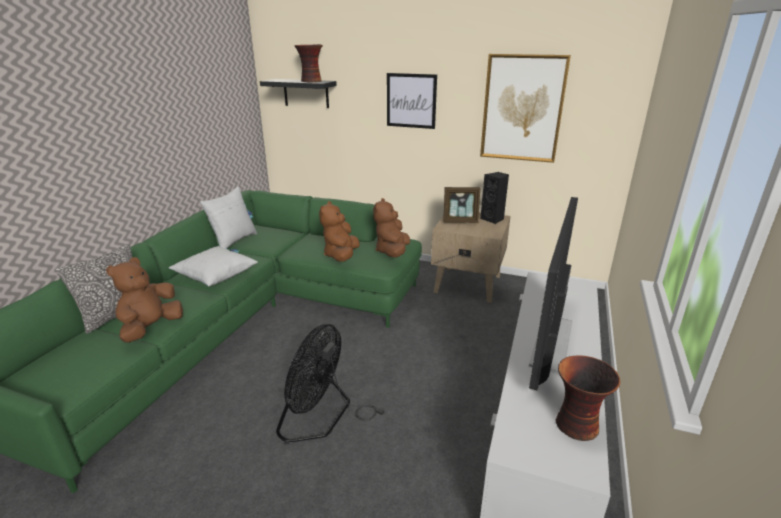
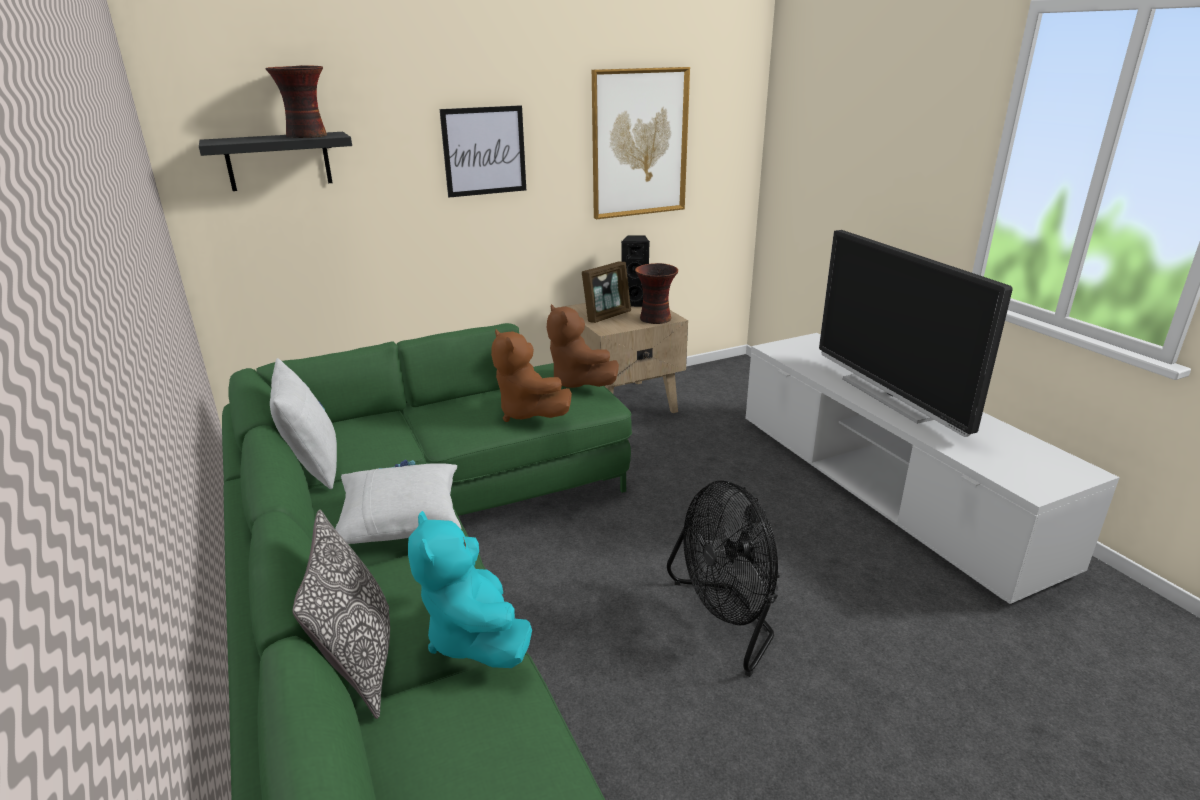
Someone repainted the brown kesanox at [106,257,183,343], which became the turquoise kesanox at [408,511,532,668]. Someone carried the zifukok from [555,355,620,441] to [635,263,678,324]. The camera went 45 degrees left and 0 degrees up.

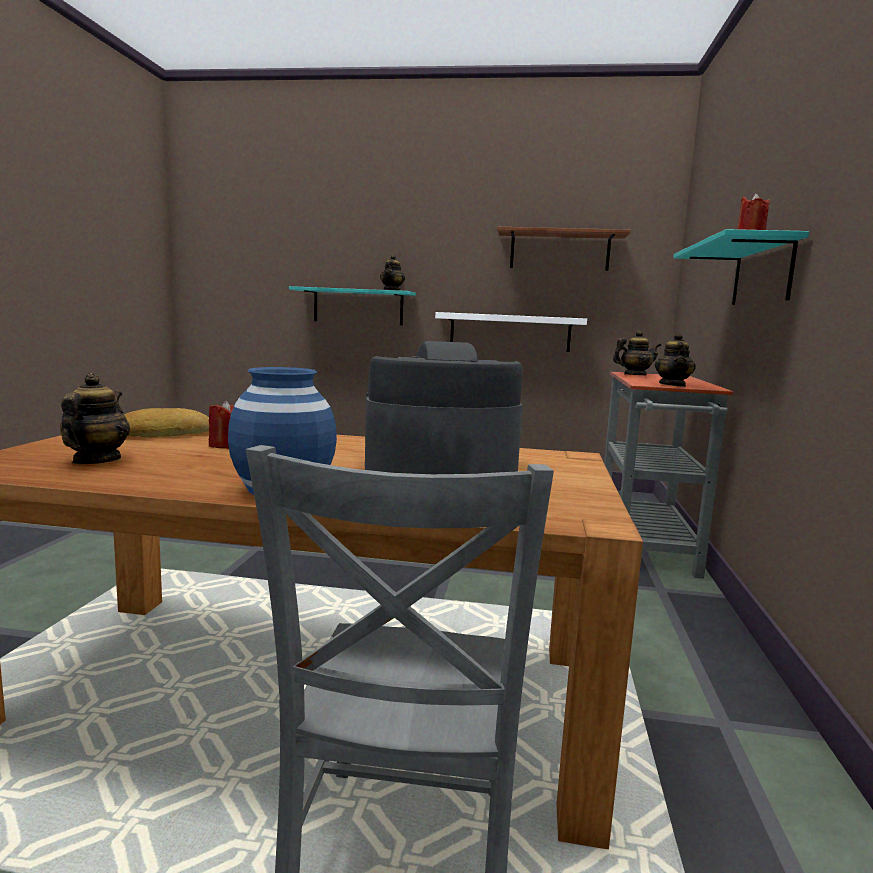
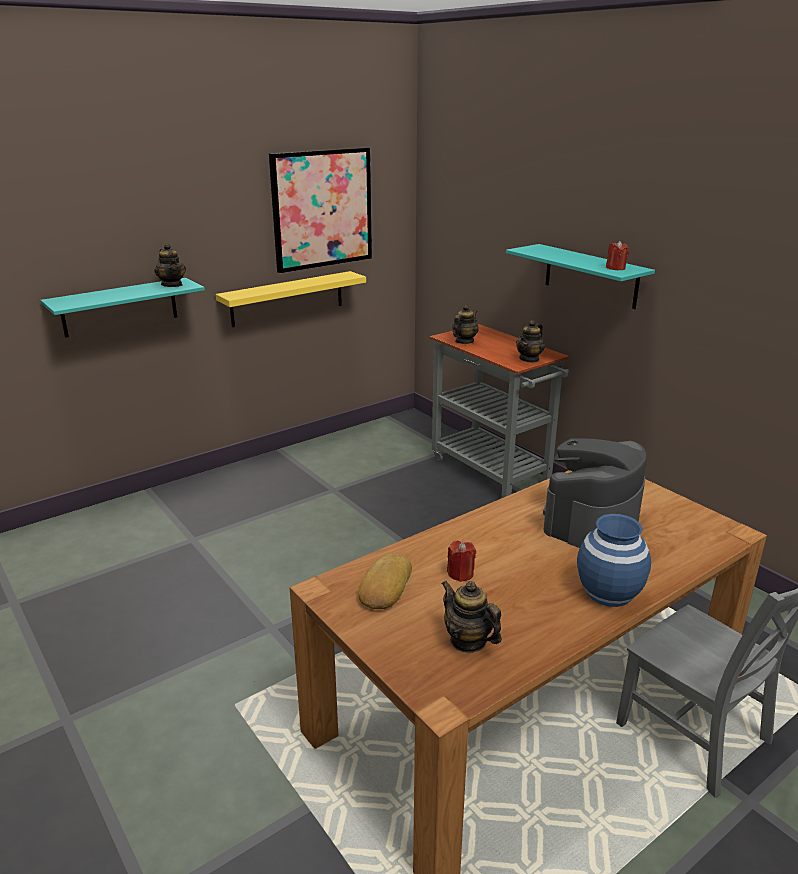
Someone swapped the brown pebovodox at [497,227,631,271] for the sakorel at [269,147,372,273]. Someone repainted the white pebovodox at [435,312,587,352], which became the yellow pebovodox at [216,271,366,327]. Someone rotated the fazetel at [655,333,696,387] by 75 degrees clockwise. The camera went 45 degrees left and 15 degrees up.

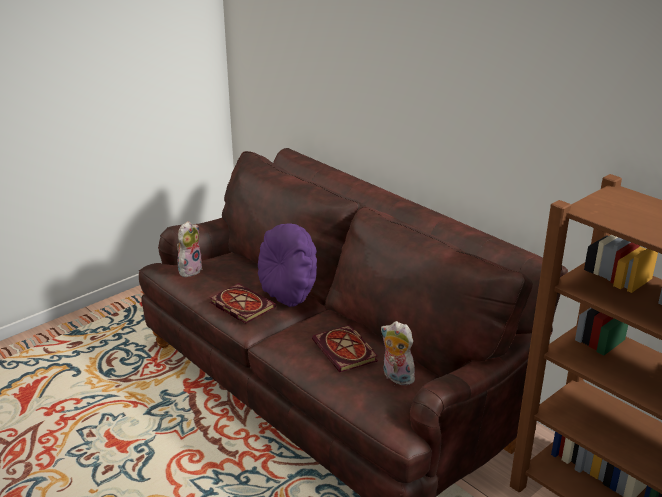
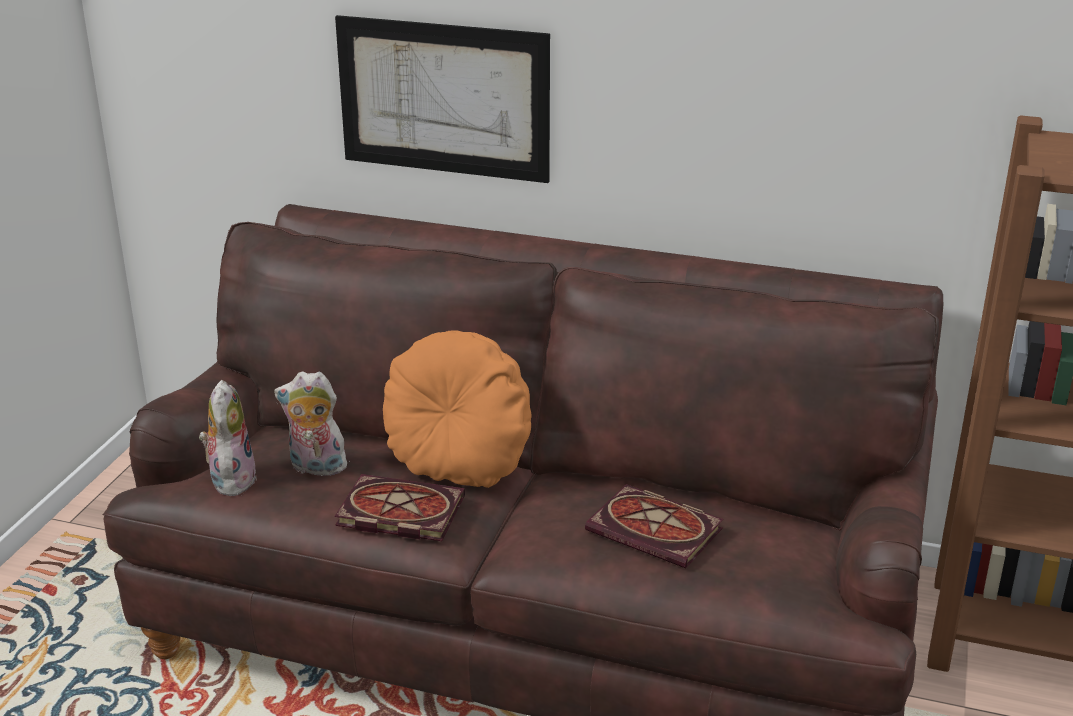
Someone repainted the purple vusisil at [258,223,317,307], which became the orange vusisil at [383,330,532,488]. Someone carried the kesanox from [381,321,415,386] to [274,371,353,476]. Someone put up the sakorel at [335,15,550,183]. The camera went 30 degrees left and 0 degrees up.

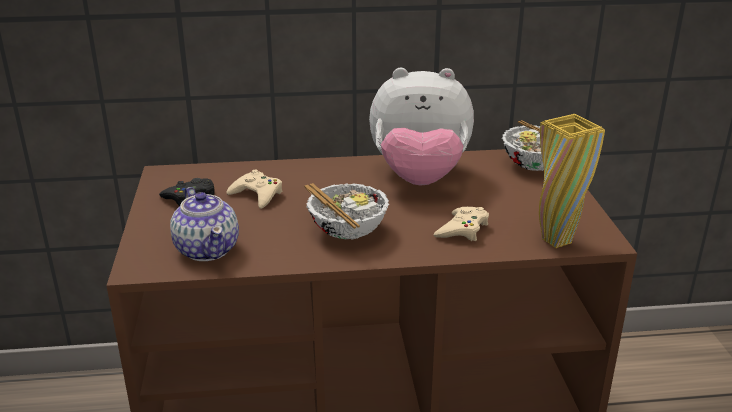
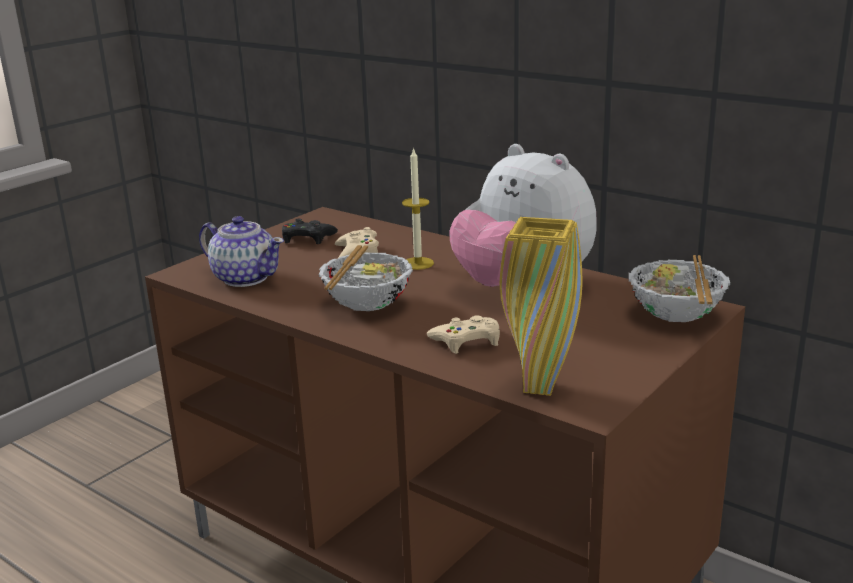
Someone rotated the fazetel at [170,187,239,261] by 75 degrees counterclockwise. Someone put down the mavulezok at [402,147,434,270]. The camera went 45 degrees right and 5 degrees down.

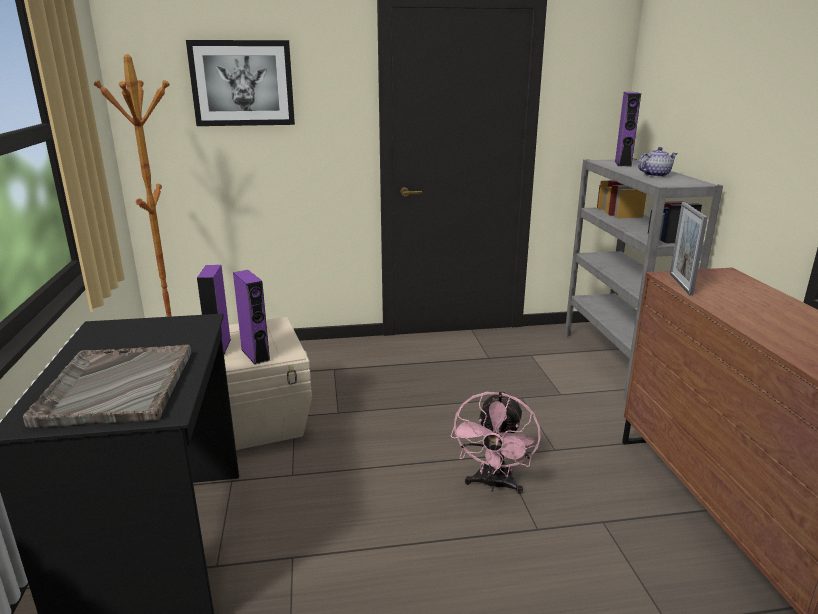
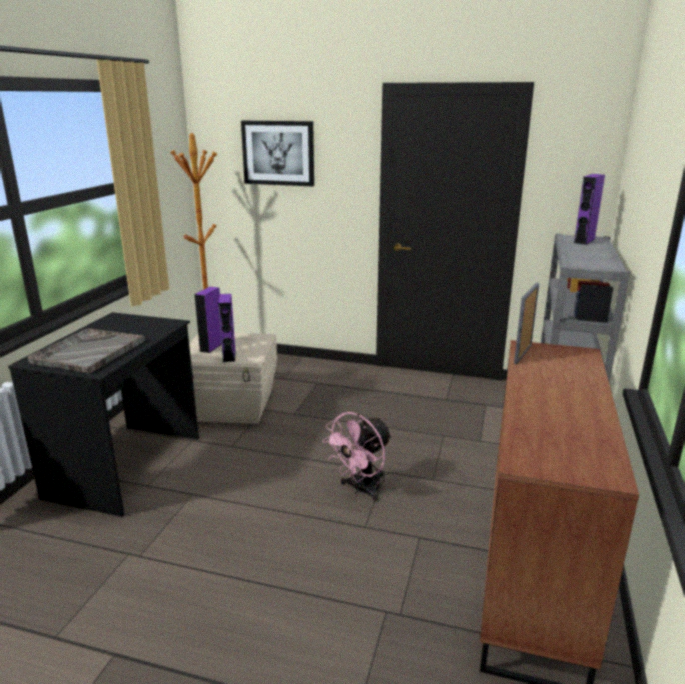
Someone took away the fazetel at [638,147,678,177]. The camera went 25 degrees right and 0 degrees up.

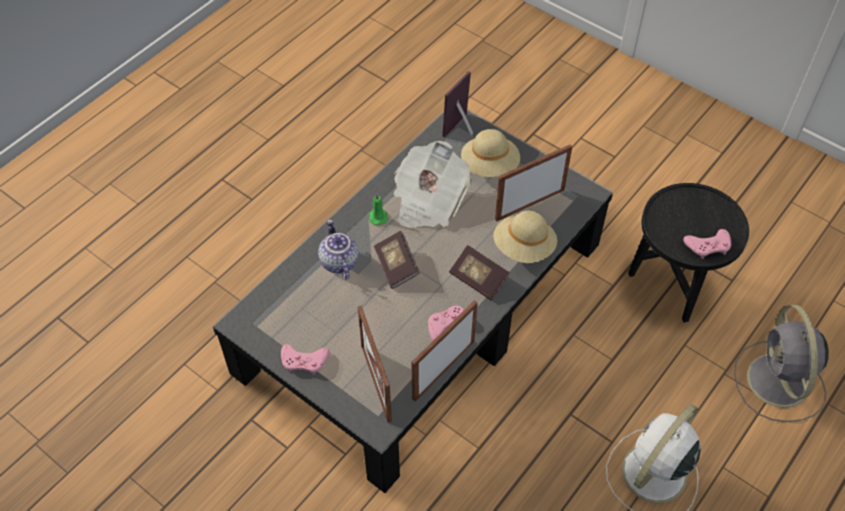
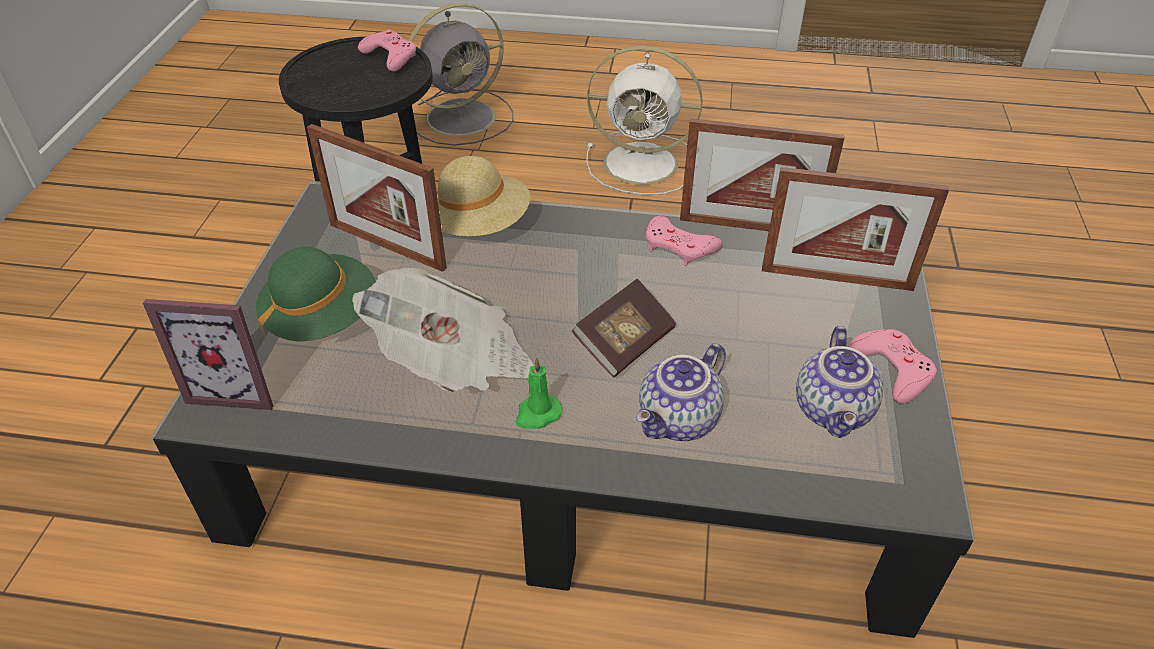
Someone repainted the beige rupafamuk at [461,129,520,177], which became the green rupafamuk at [256,247,376,341]. Someone took away the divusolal at [449,245,510,300]. Someone rotated the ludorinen at [358,306,392,423] by 60 degrees clockwise. Someone put down the fazetel at [796,326,883,438]. The camera went 120 degrees left and 10 degrees down.

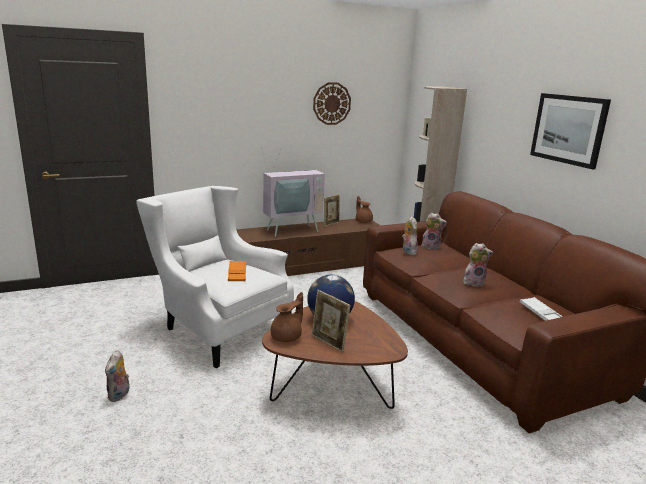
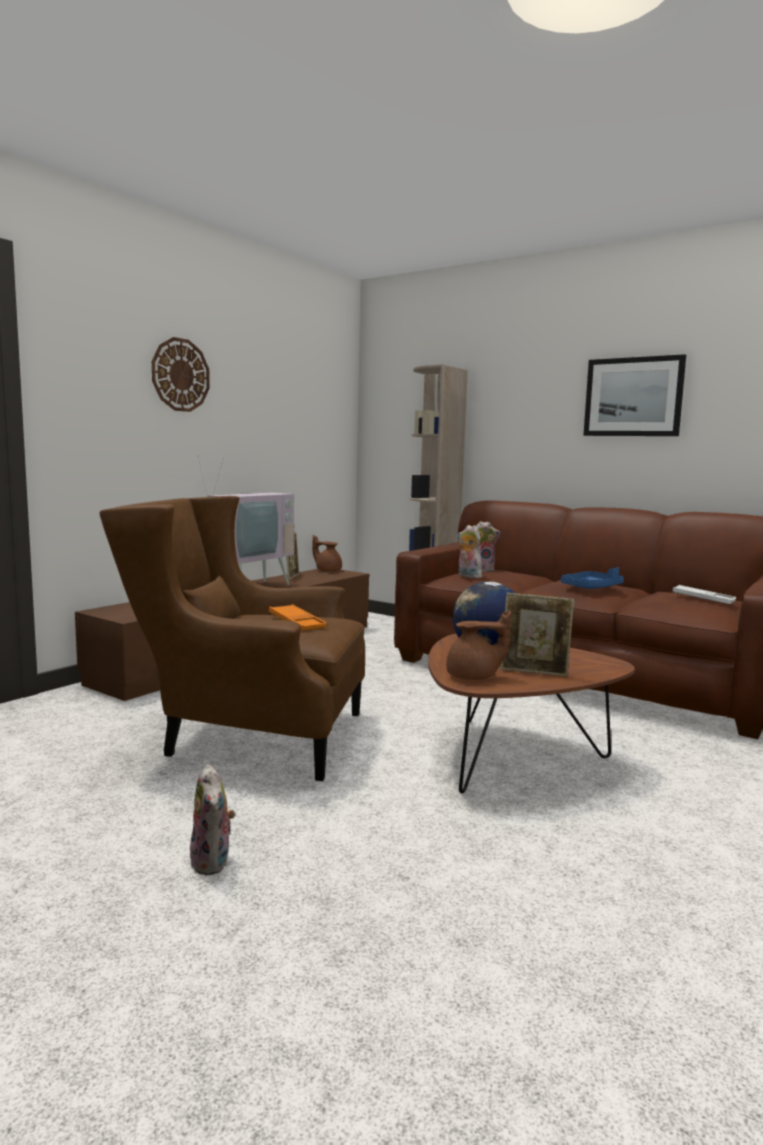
Someone carried the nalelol from [313,82,351,125] to [152,337,210,412]. Someone repainted the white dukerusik at [136,186,294,368], which became the brown dukerusik at [99,496,365,781]. Someone swapped the kesanox at [463,243,493,287] for the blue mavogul at [561,567,624,589]. Someone rotated the brown fazetel at [271,292,303,342] by 75 degrees clockwise. The camera went 30 degrees left and 10 degrees down.

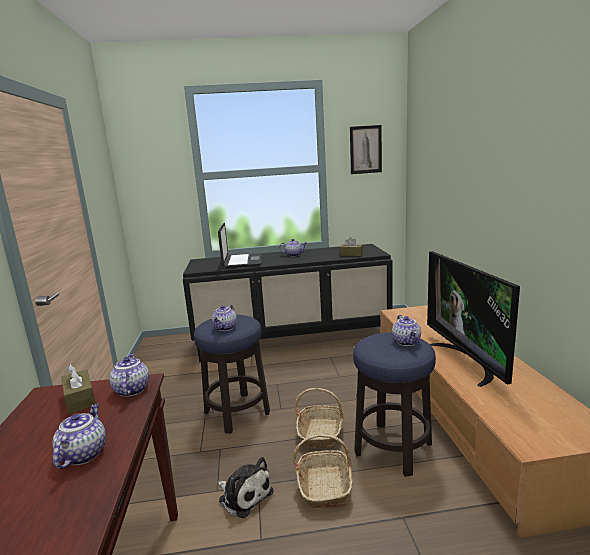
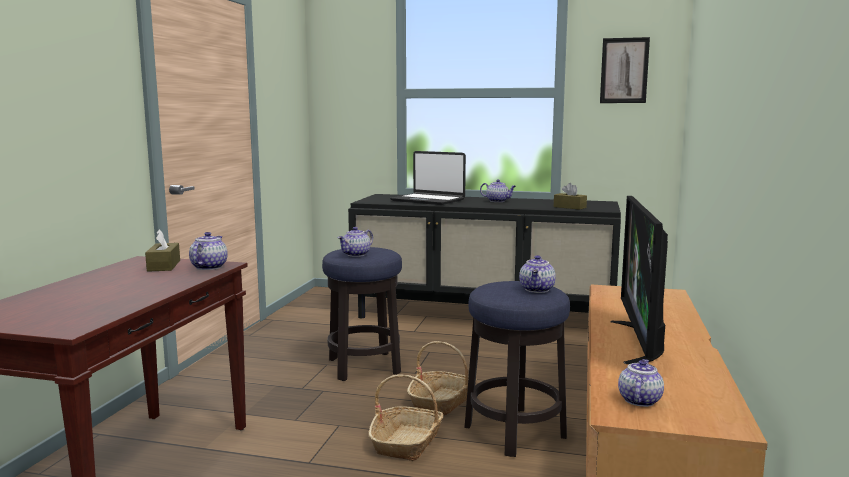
Someone rotated the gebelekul at [218,223,262,268] by 105 degrees clockwise. Someone carried the fazetel from [52,404,106,469] to [618,359,664,407]. Someone took away the kesanox at [218,457,274,518]. The camera went 20 degrees right and 5 degrees down.

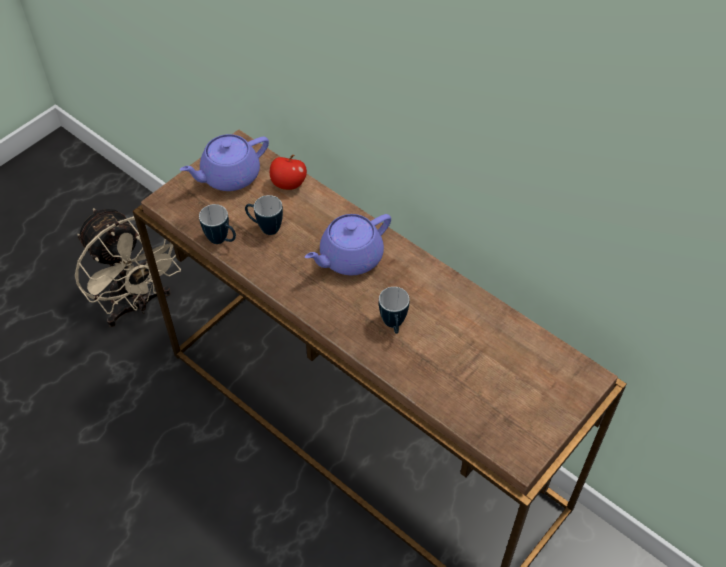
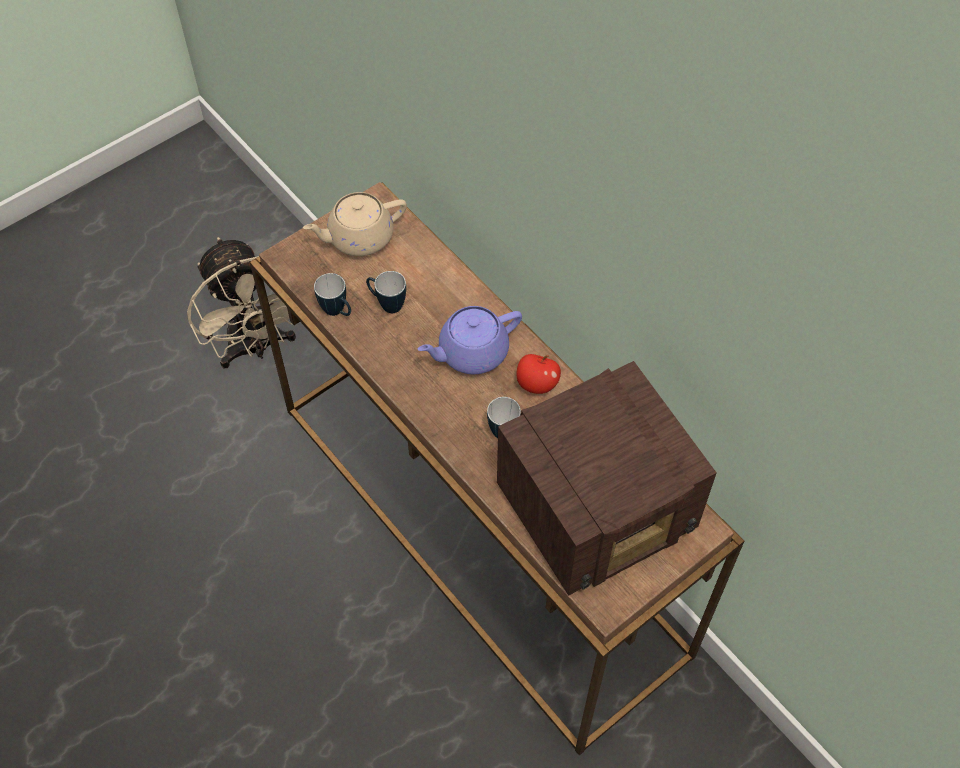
Someone repainted the purple fazetel at [180,134,269,191], which became the beige fazetel at [303,192,407,256]. Someone carried the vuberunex from [270,155,307,190] to [516,354,561,394]. Someone put down the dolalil at [497,361,717,596]. The camera went 10 degrees right and 5 degrees up.

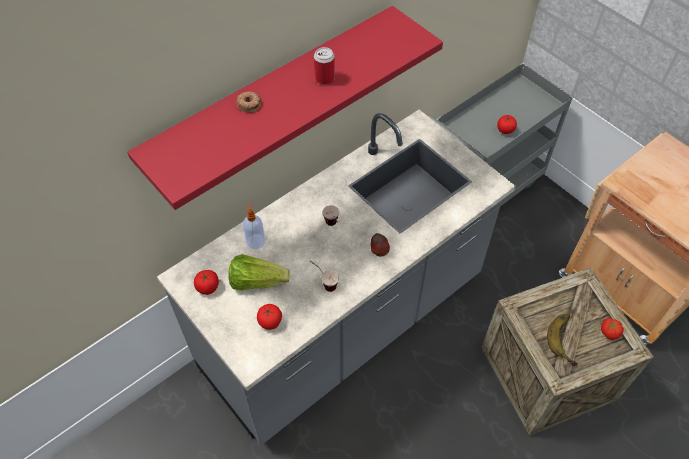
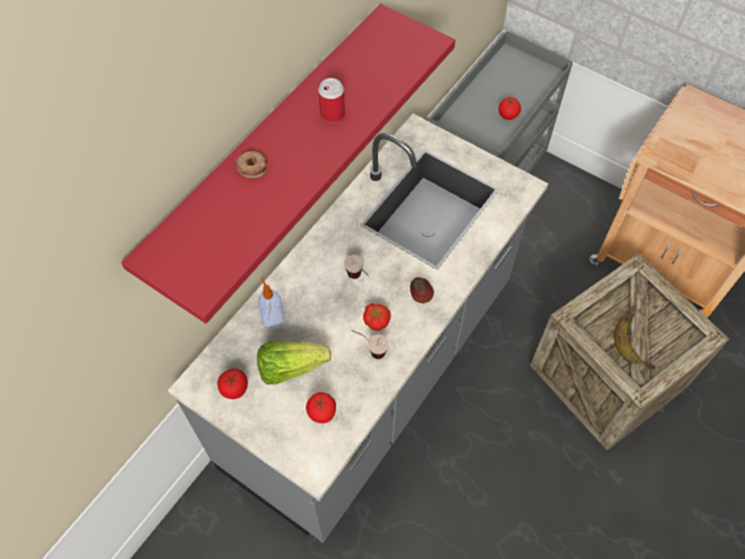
Someone carried the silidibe from [601,318,624,340] to [363,303,391,331]. The camera went 15 degrees left and 5 degrees up.

